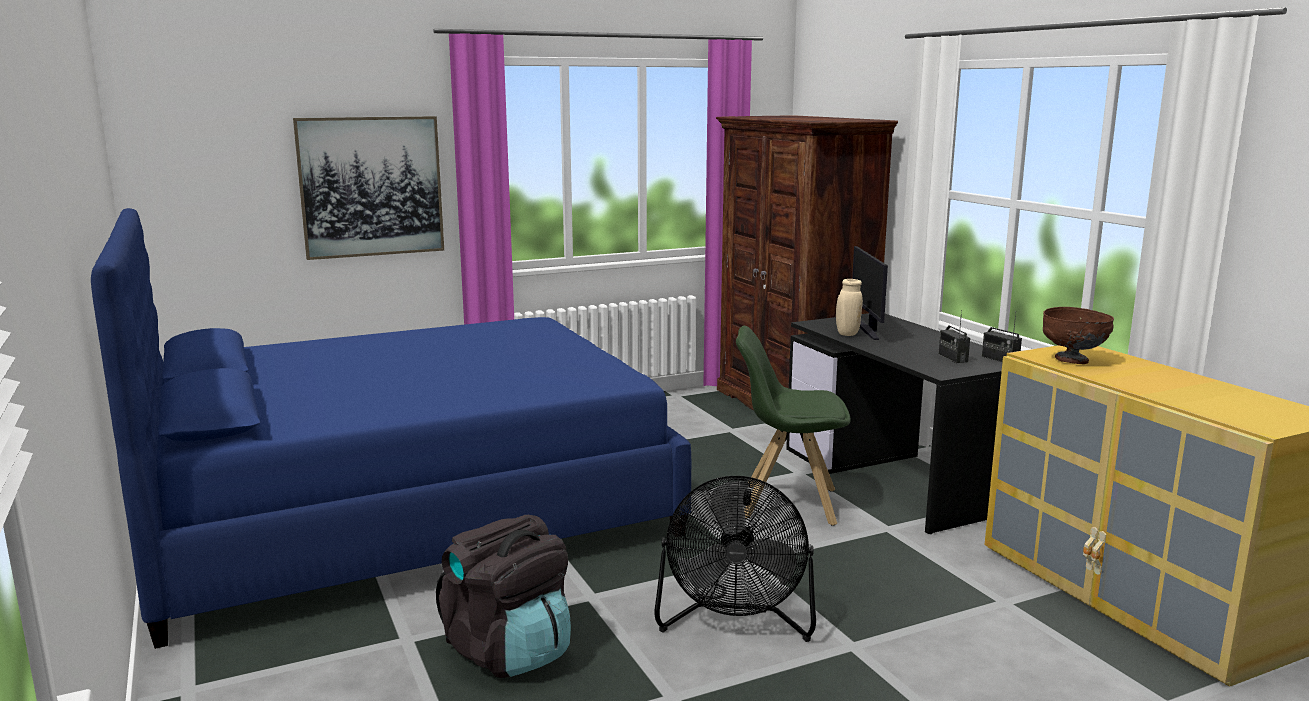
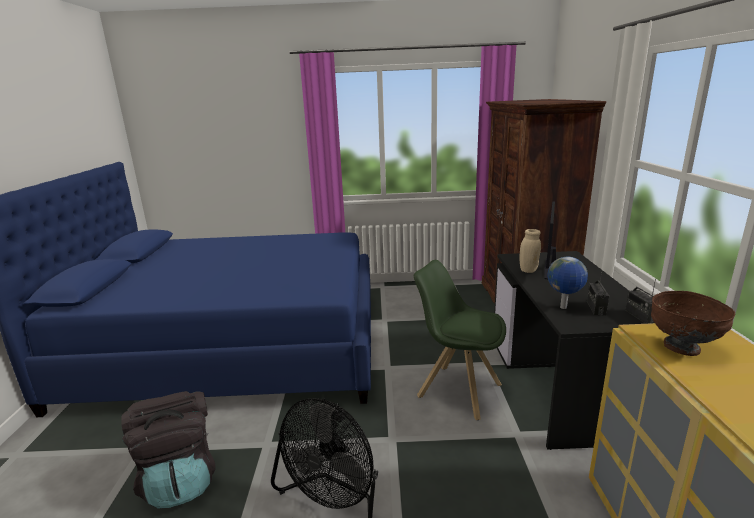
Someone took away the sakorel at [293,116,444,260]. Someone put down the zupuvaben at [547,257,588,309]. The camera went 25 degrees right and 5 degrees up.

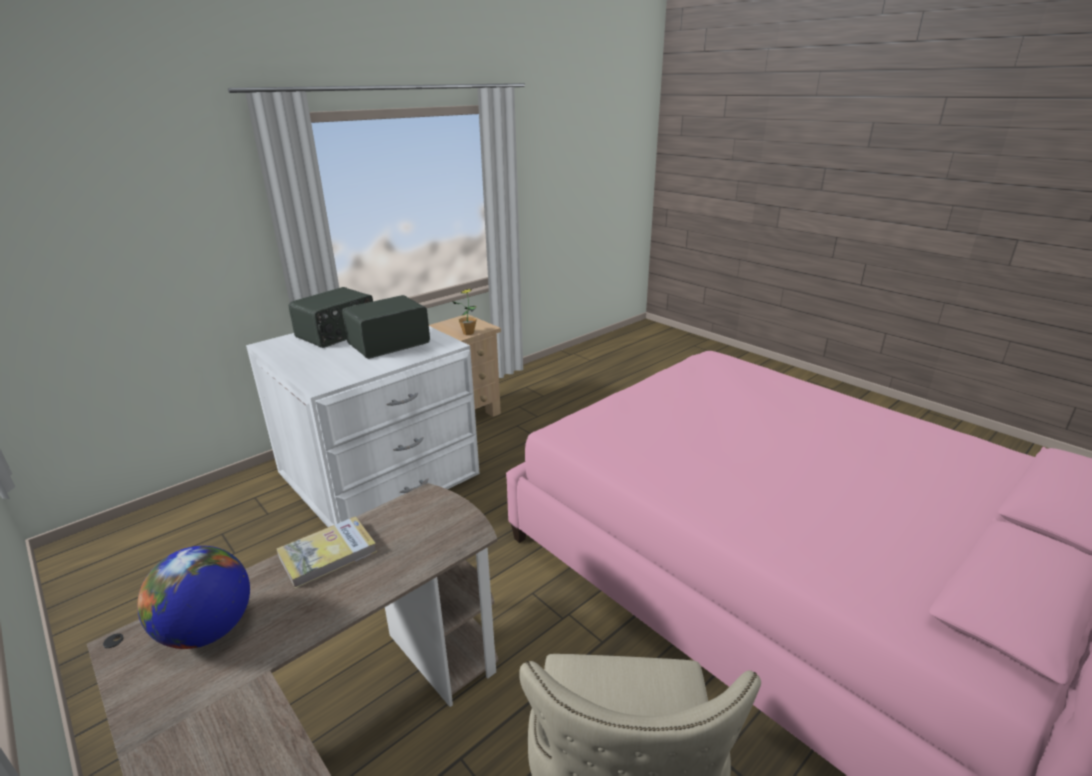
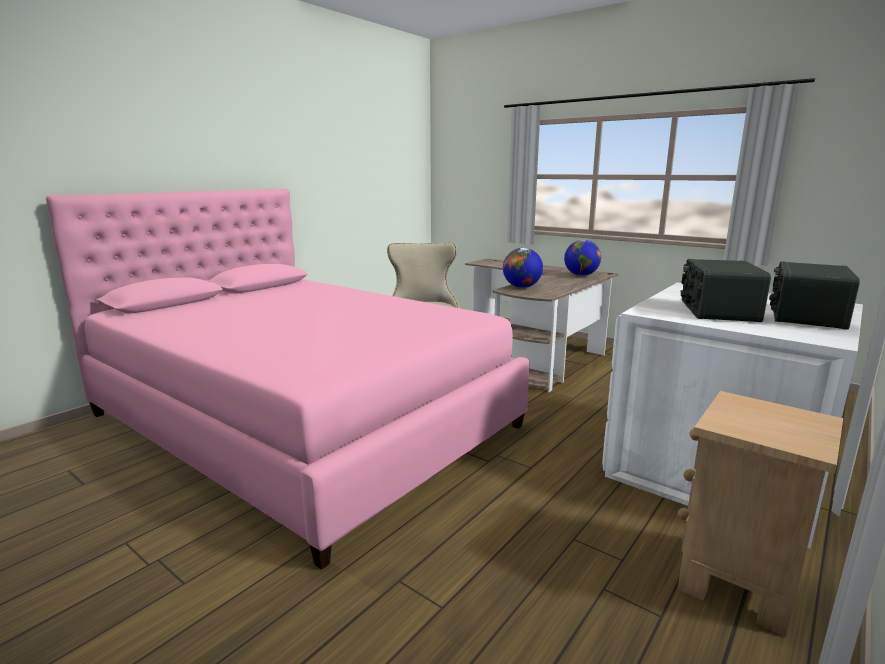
Someone took away the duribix at [453,289,477,335]. Someone rotated the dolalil at [342,295,430,359] by 150 degrees clockwise. Someone took away the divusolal at [277,516,377,589]. Someone put down the zupuvaben at [503,248,543,288]. The camera went 170 degrees right and 10 degrees down.

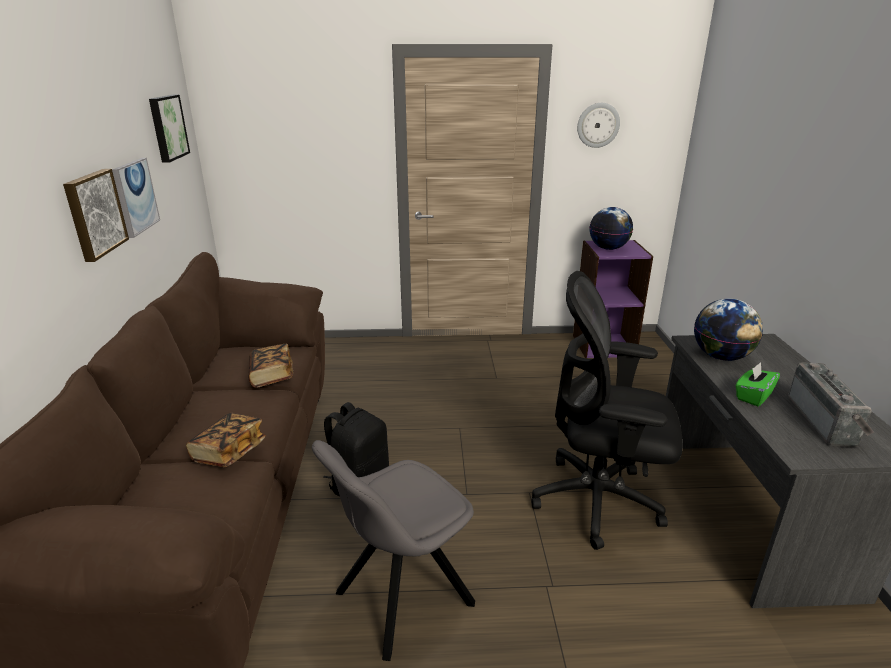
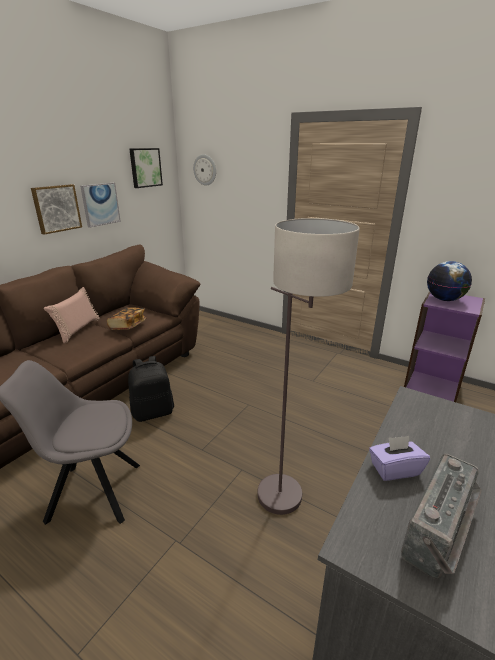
Someone carried the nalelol from [577,103,620,148] to [193,154,216,186]. Someone swapped the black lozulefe at [532,271,683,550] for the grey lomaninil at [258,218,360,515]. Someone took away the zupuvaben at [694,299,763,361]. Someone repainted the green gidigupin at [735,362,780,406], which became the purple gidigupin at [369,436,430,481]. Someone took away the divusolal at [186,413,266,467]. Someone put down the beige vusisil at [44,287,100,344]. The camera went 35 degrees right and 0 degrees up.

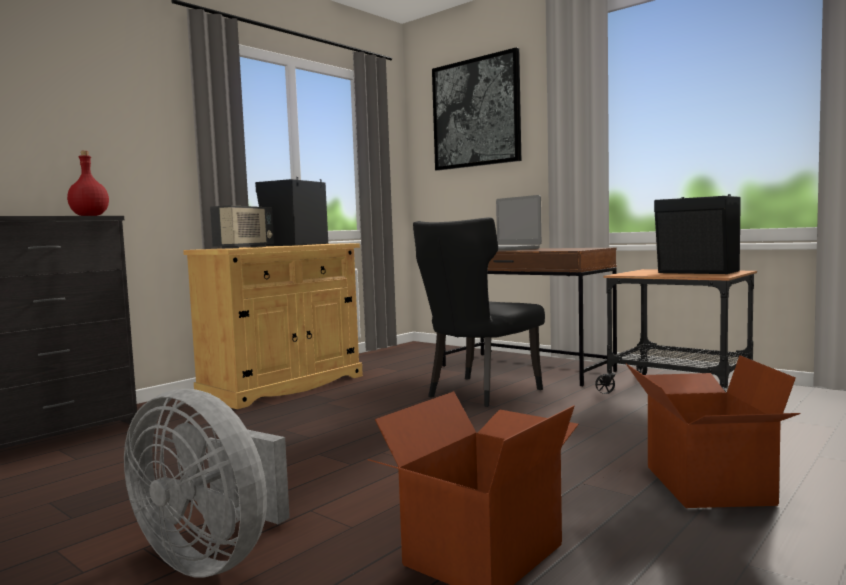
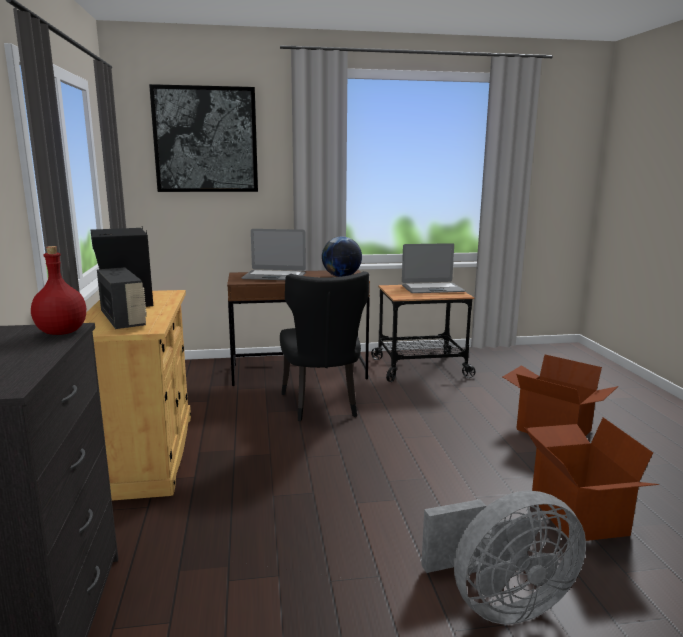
Someone swapped the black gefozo at [654,194,741,274] for the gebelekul at [402,243,465,293]. Someone put down the zupuvaben at [322,236,362,277]. The camera went 50 degrees left and 10 degrees up.

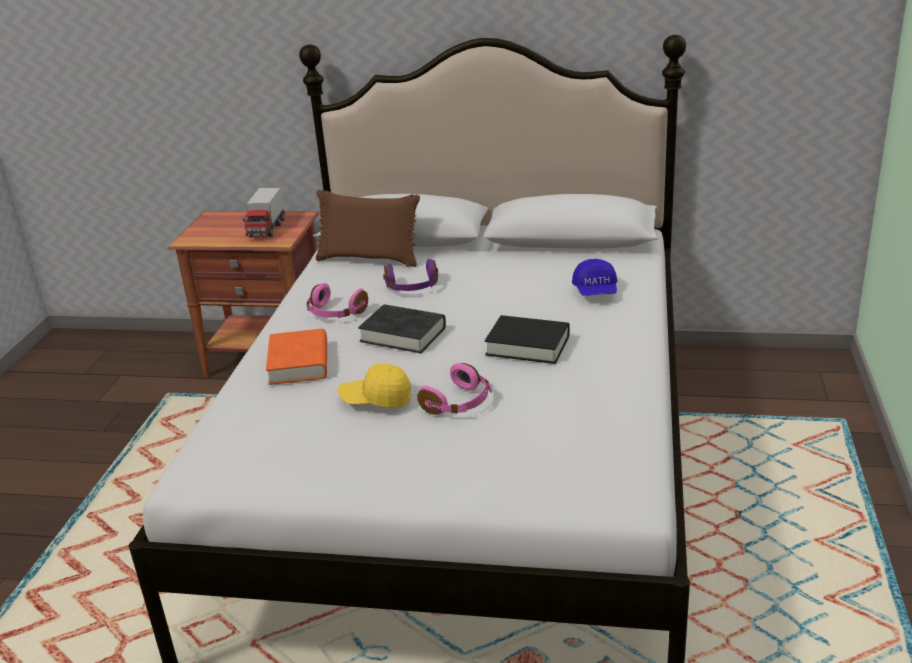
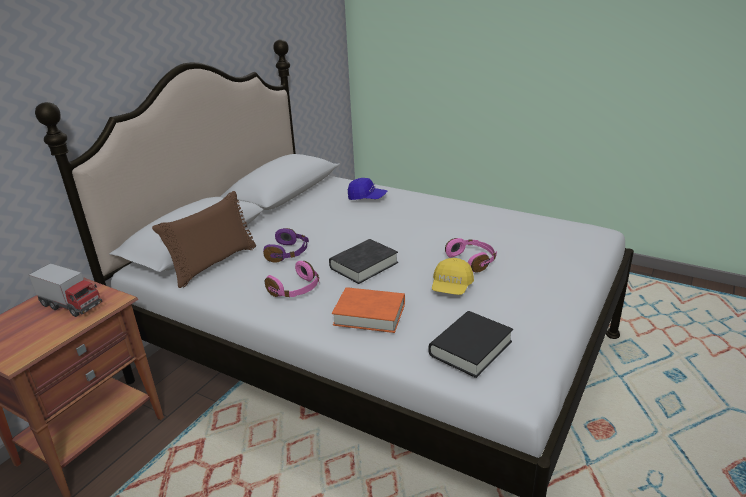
Someone carried the black divusolal from [485,315,570,364] to [429,311,513,378]. The camera went 70 degrees left and 0 degrees up.

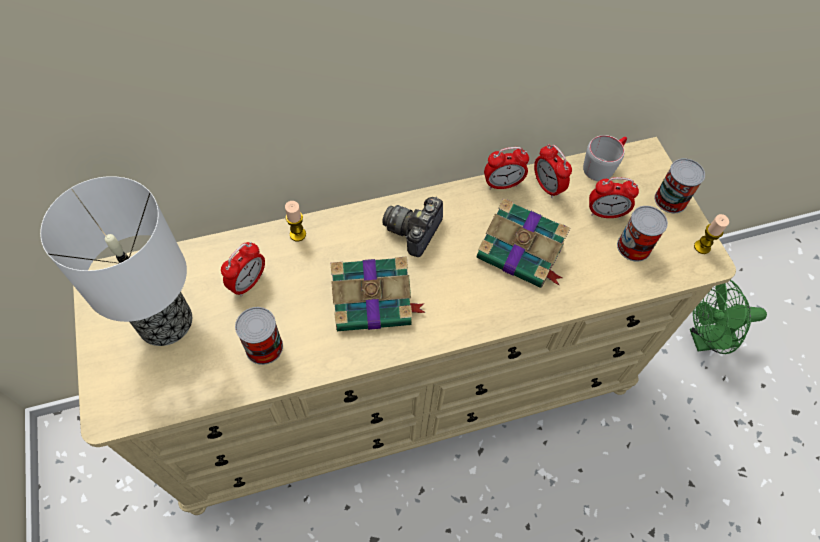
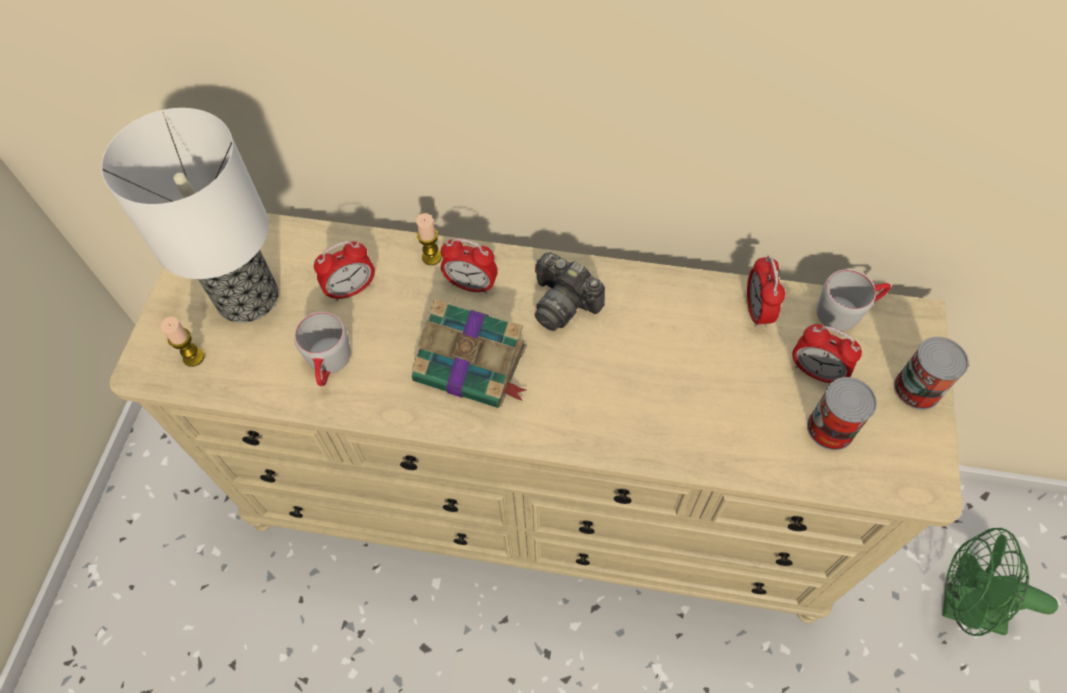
Someone carried the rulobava from [484,147,529,189] to [441,238,498,294]. Someone rotated the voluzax at [382,197,443,257] by 105 degrees counterclockwise. Someone took away the divusolal at [477,198,570,288]. Someone carried the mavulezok from [694,214,729,254] to [161,316,205,367]. Someone swapped the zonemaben at [235,307,283,365] for the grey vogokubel at [294,312,351,386]. The camera went 30 degrees right and 0 degrees up.

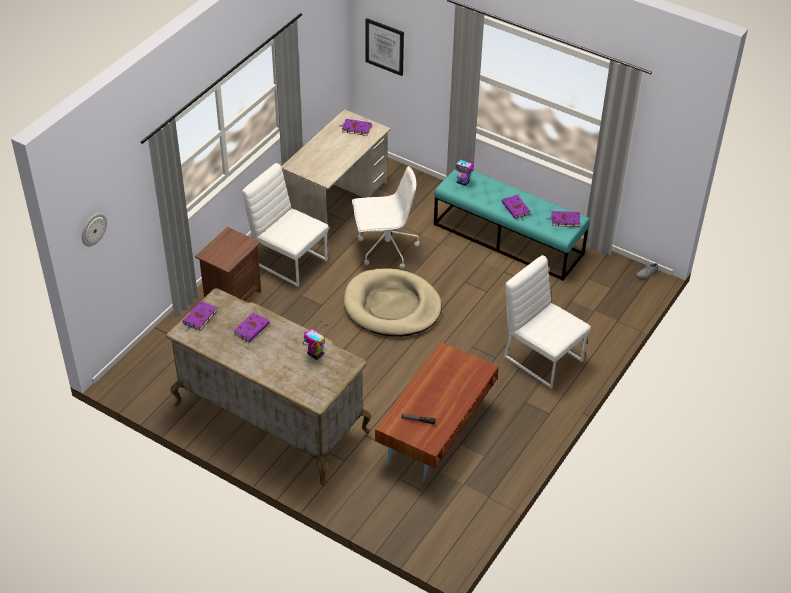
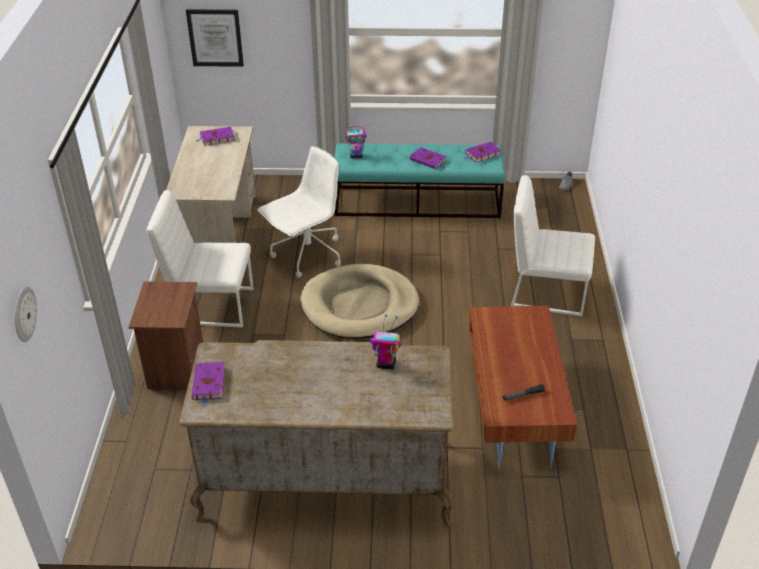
Someone took away the purple divusolal at [233,312,270,342]. The camera went 30 degrees left and 5 degrees down.

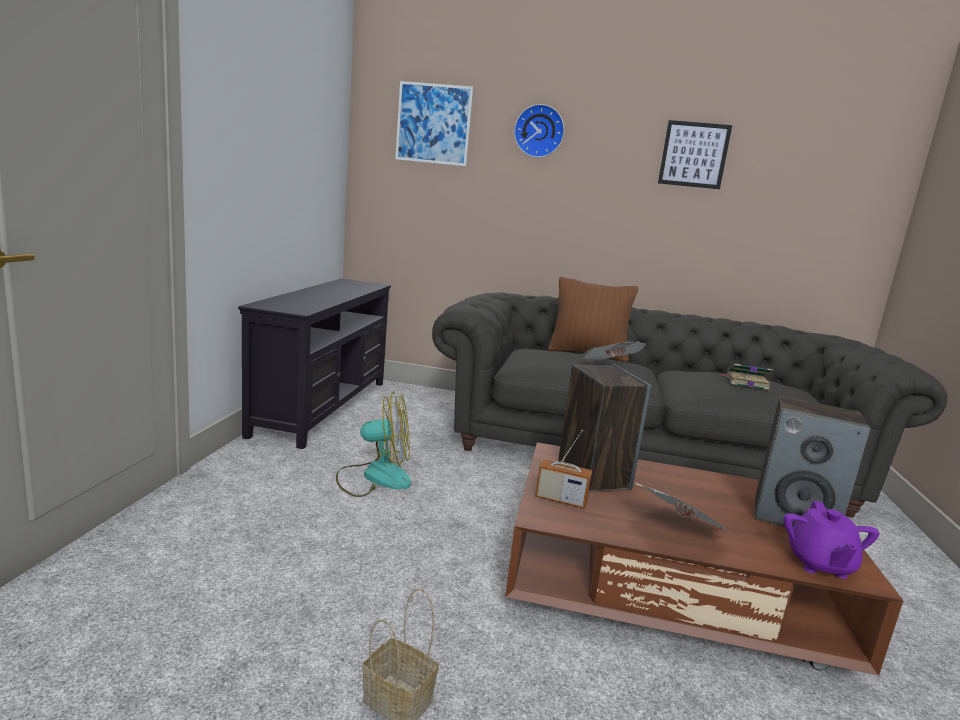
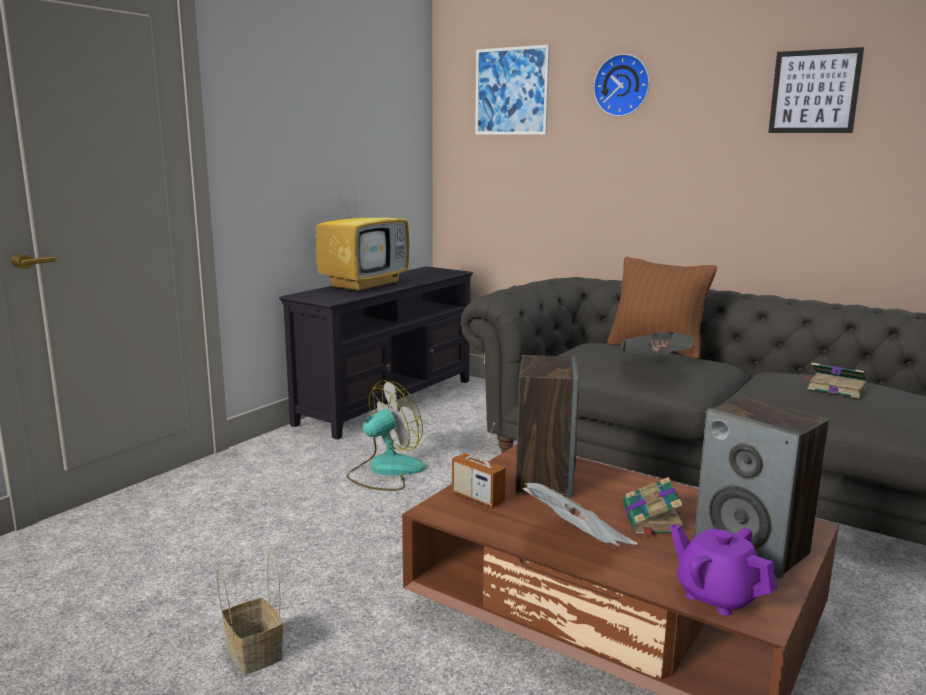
Someone rotated the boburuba at [336,392,412,497] by 60 degrees counterclockwise. Someone rotated the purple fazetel at [784,501,879,579] by 105 degrees clockwise. Someone put down the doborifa at [316,186,409,292]. Someone put down the divusolal at [623,477,685,537]. The camera went 25 degrees right and 0 degrees up.

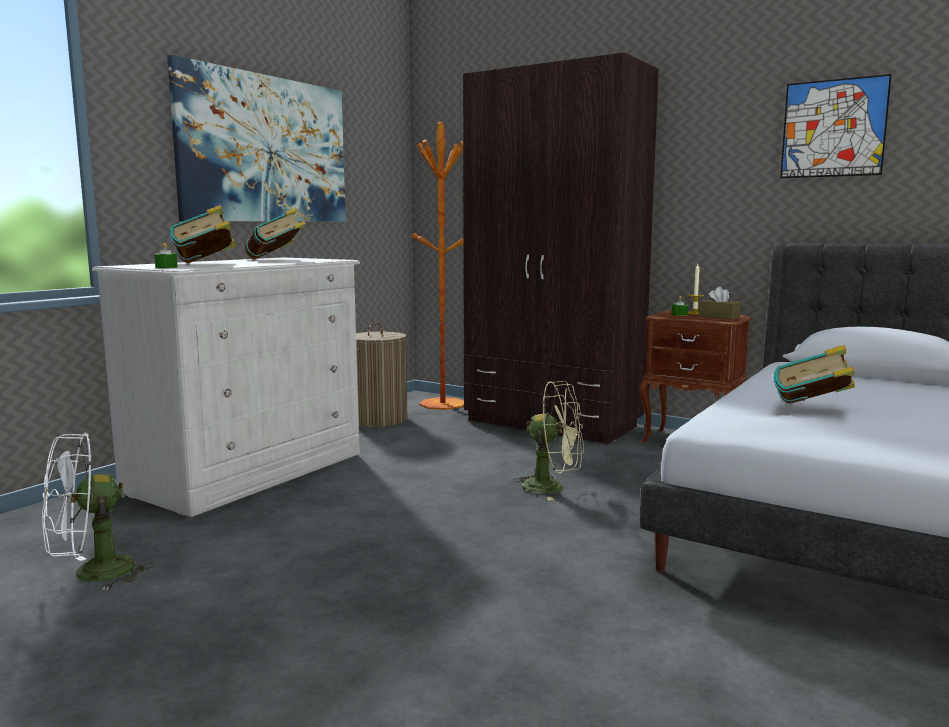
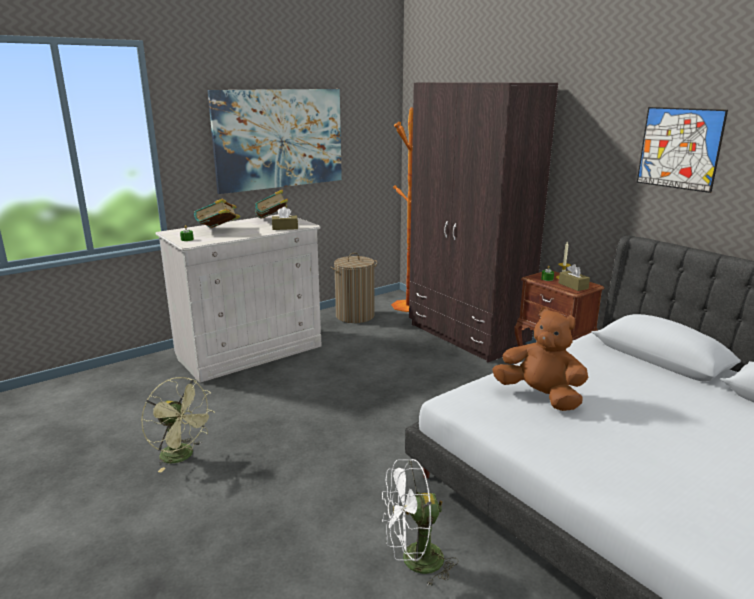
Someone swapped the divusolal at [773,345,855,403] for the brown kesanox at [492,307,588,411]. Someone carried the green boburuba from [513,381,584,501] to [141,377,215,472]. Someone carried the white boburuba from [42,433,155,590] to [382,459,459,587]. Someone put down the brown gidigupin at [272,207,298,230]. The camera went 20 degrees right and 10 degrees up.

